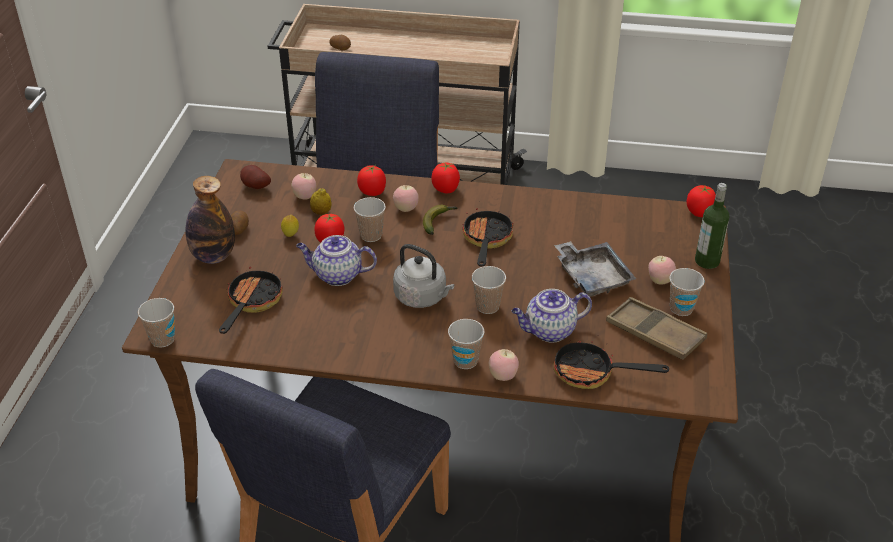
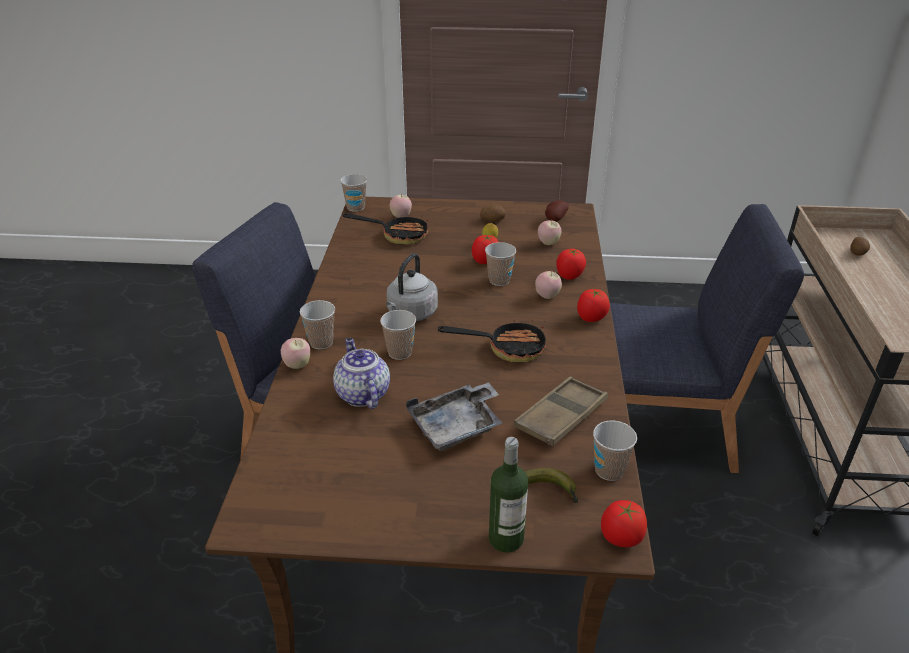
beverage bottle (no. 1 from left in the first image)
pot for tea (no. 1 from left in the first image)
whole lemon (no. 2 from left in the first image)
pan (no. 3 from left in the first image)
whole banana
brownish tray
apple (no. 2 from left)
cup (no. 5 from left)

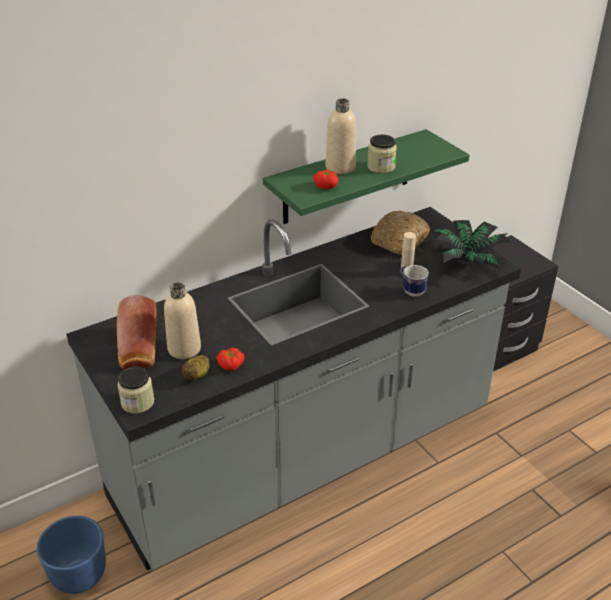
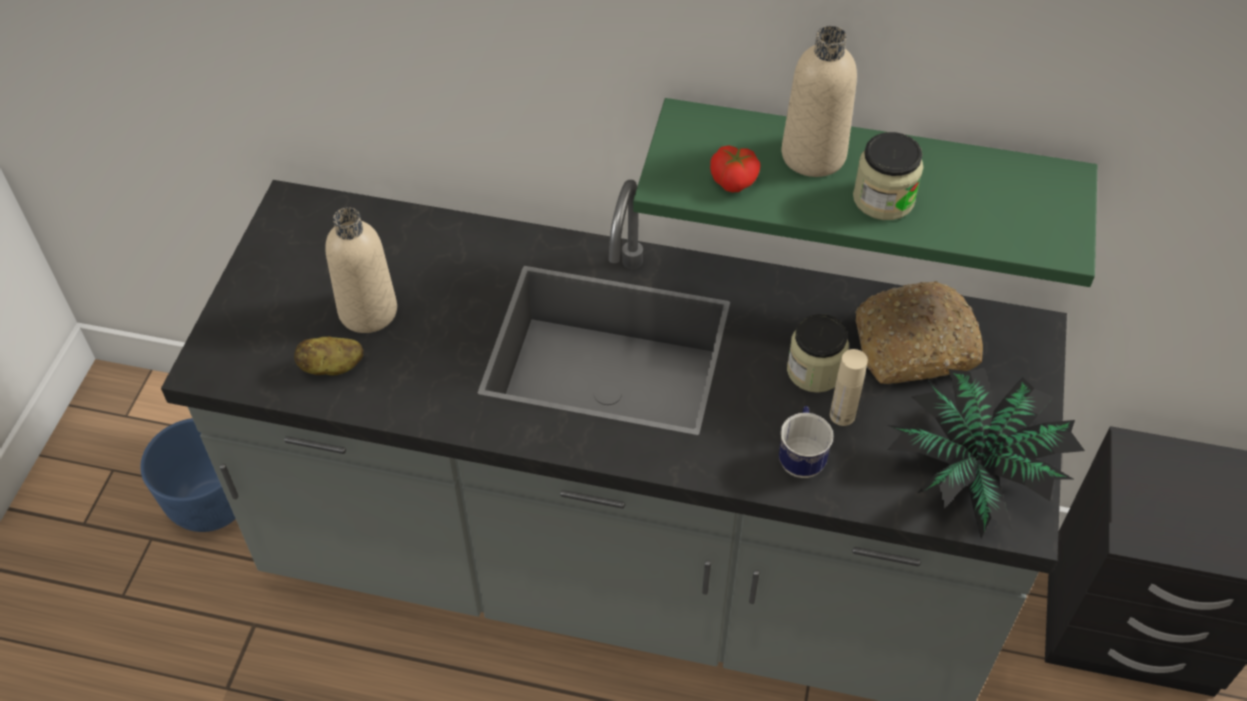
bread (no. 1 from left in the first image)
fresh tomato (no. 1 from left in the first image)
storage jar (no. 1 from left)

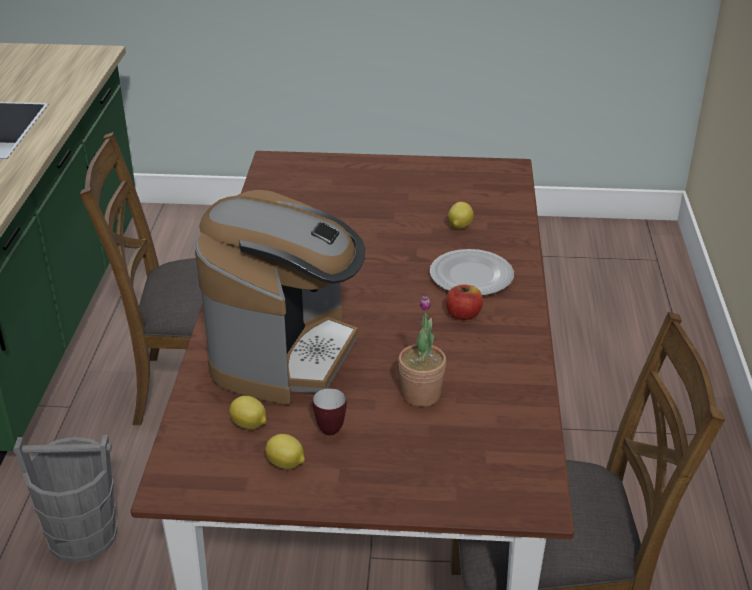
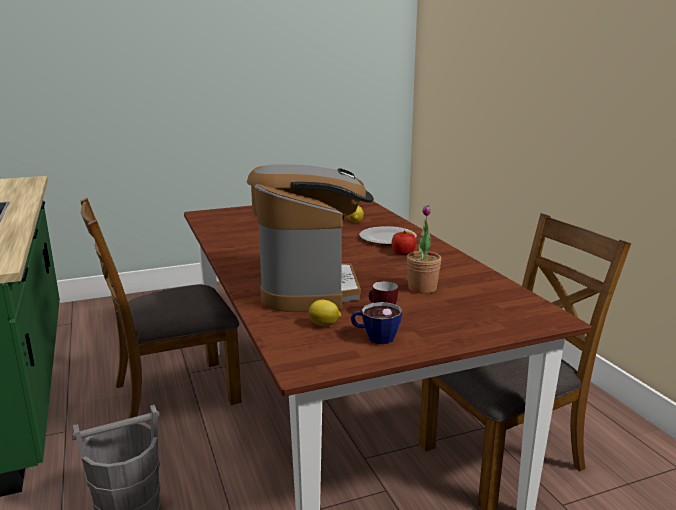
cup

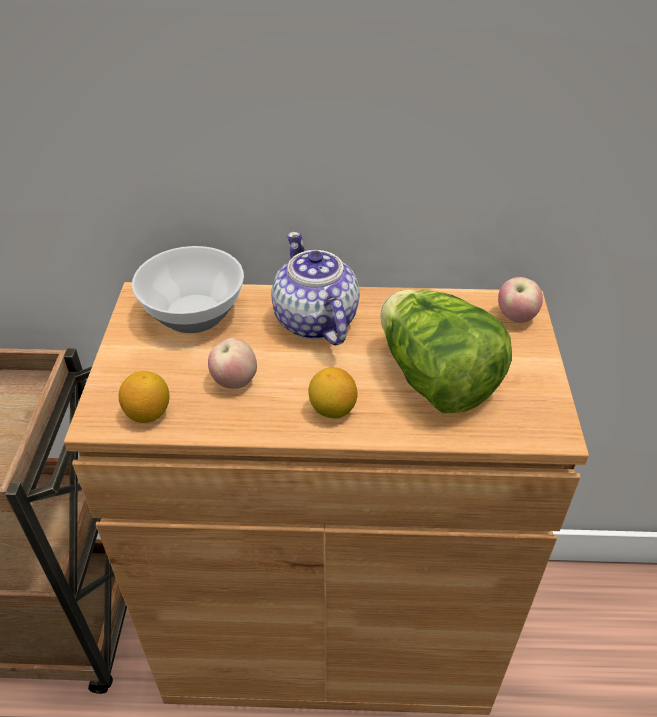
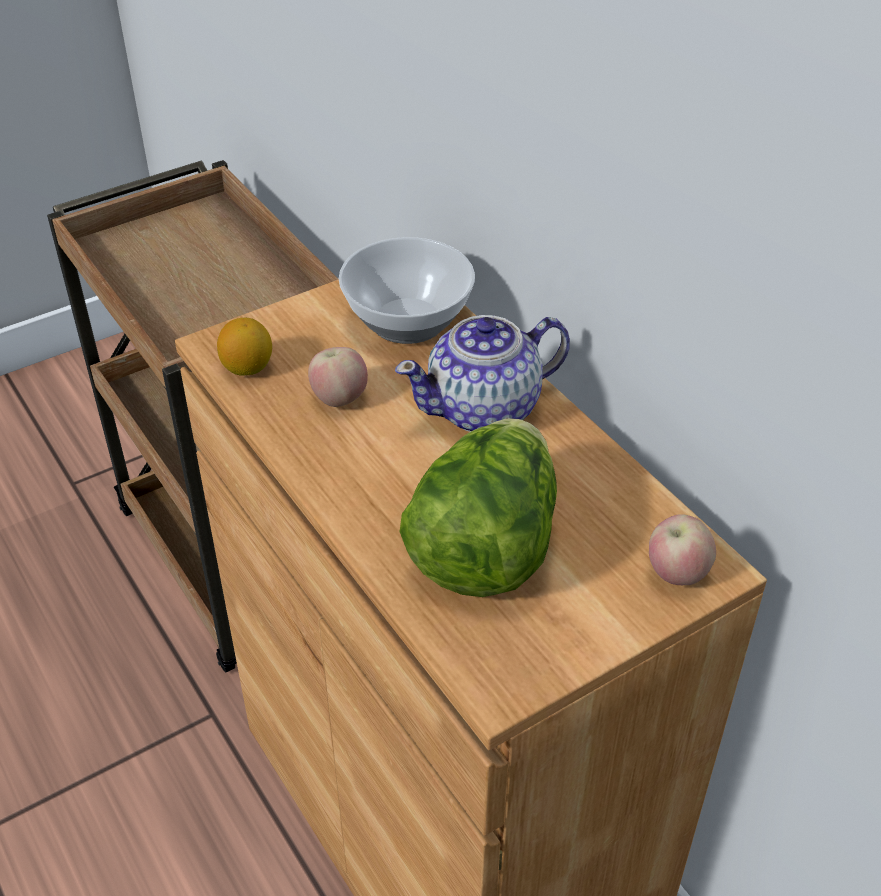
whole lemon (no. 2 from left in the first image)
pot for tea

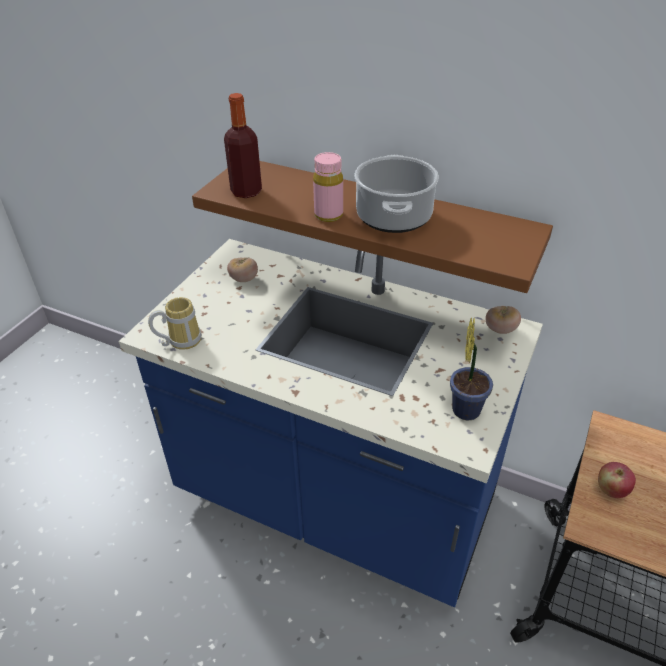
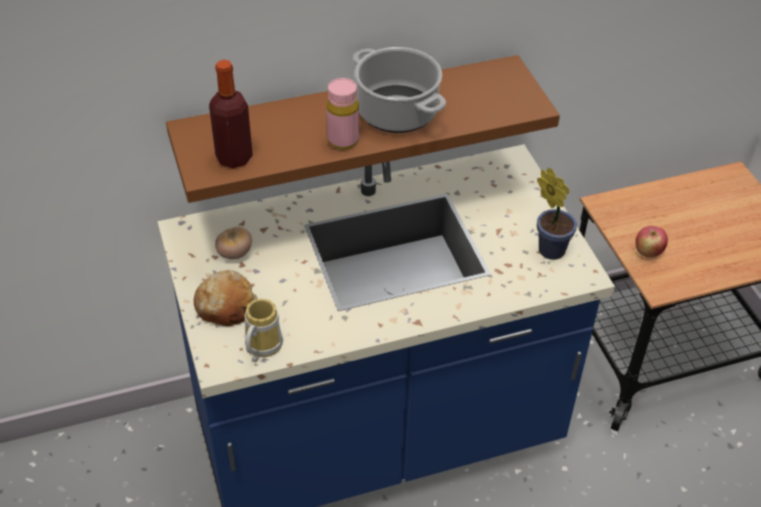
fresh tomato (no. 2 from left in the first image)
bread

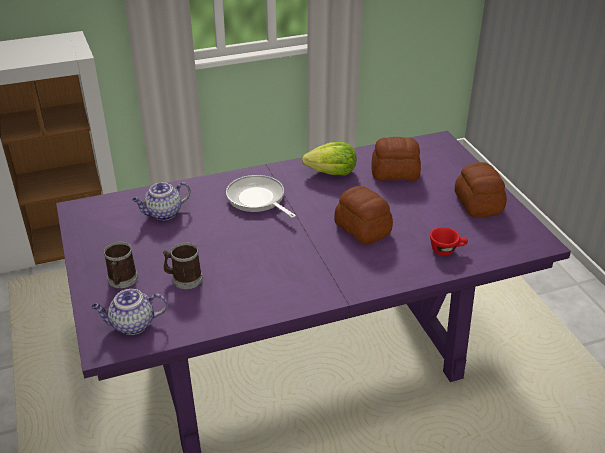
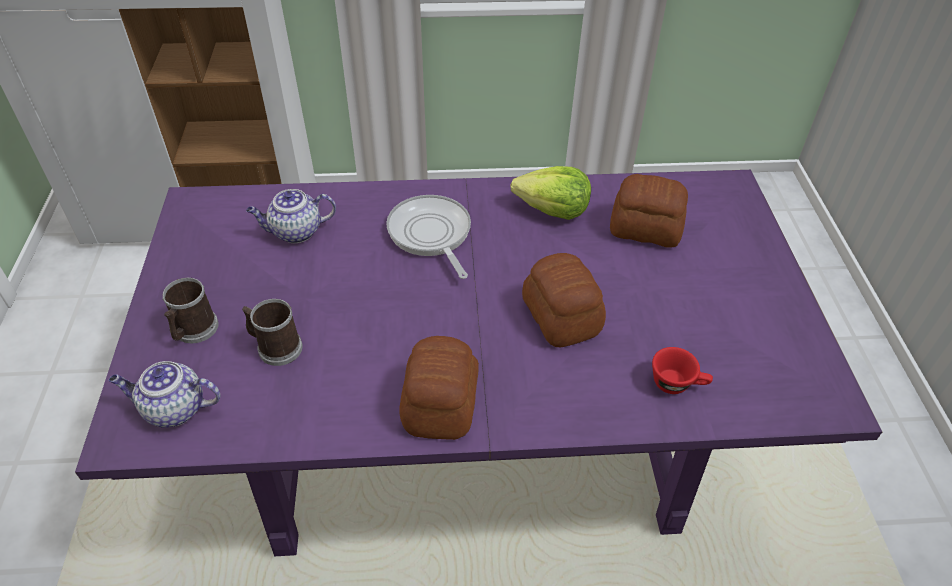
bread (no. 1 from left)

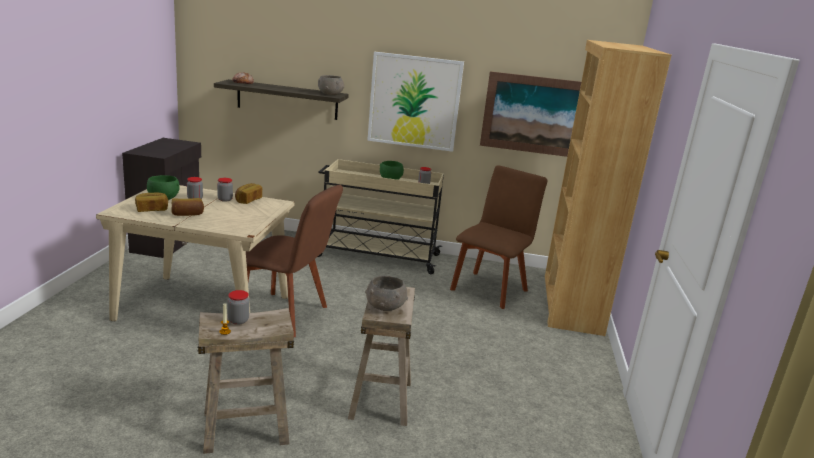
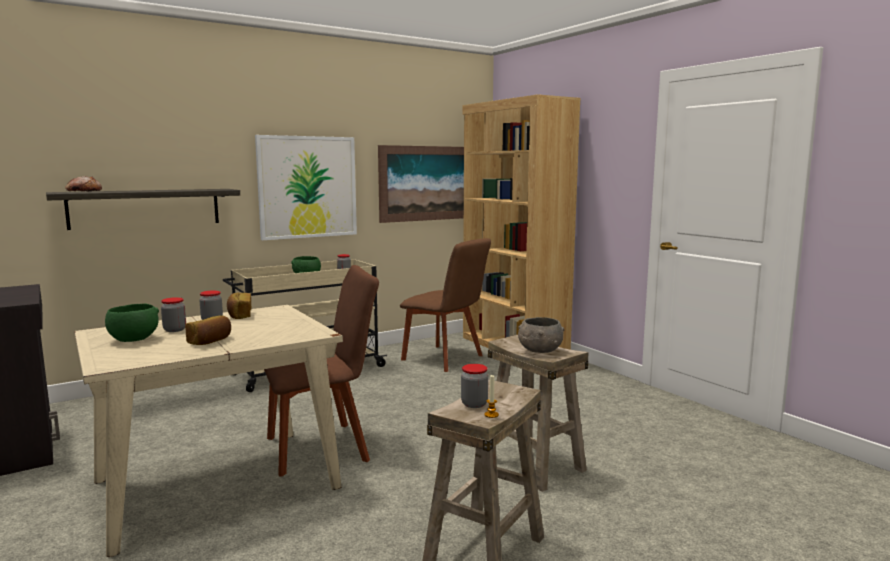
bread (no. 1 from left in the first image)
grey bowl (no. 1 from left in the first image)
brownish upright chair (no. 2 from left)

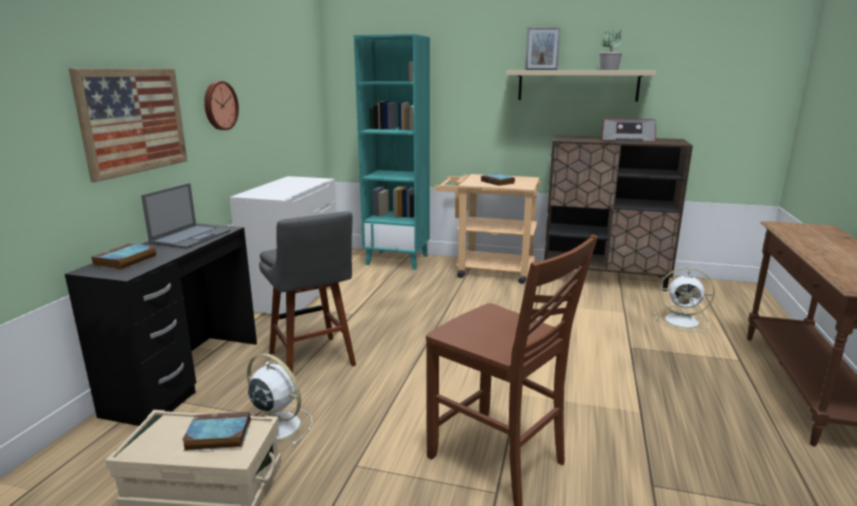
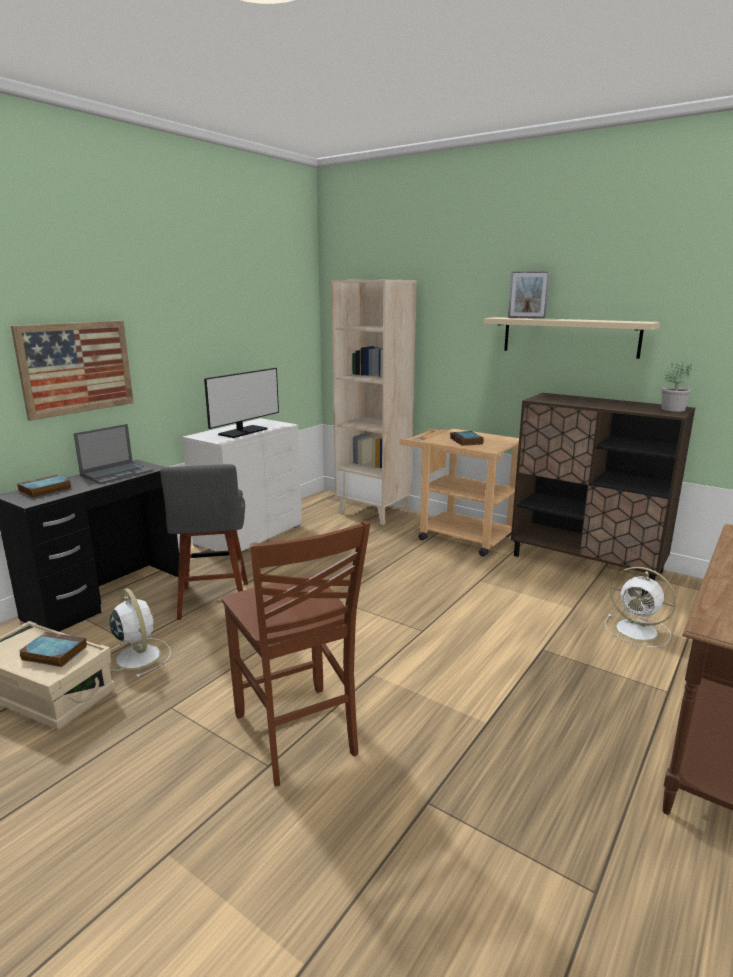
hanging clock
radio receiver
computer screen
potted plant
beige bookcase

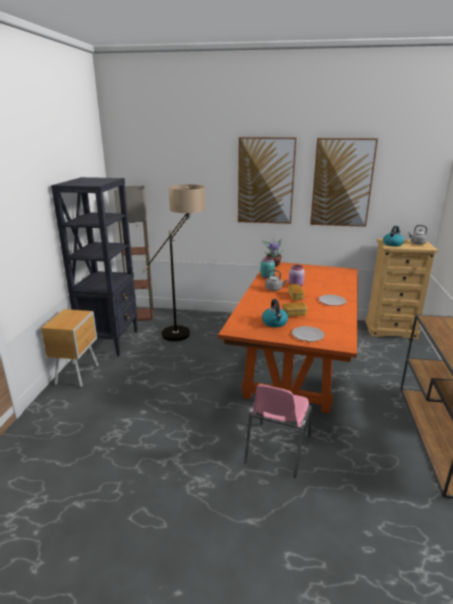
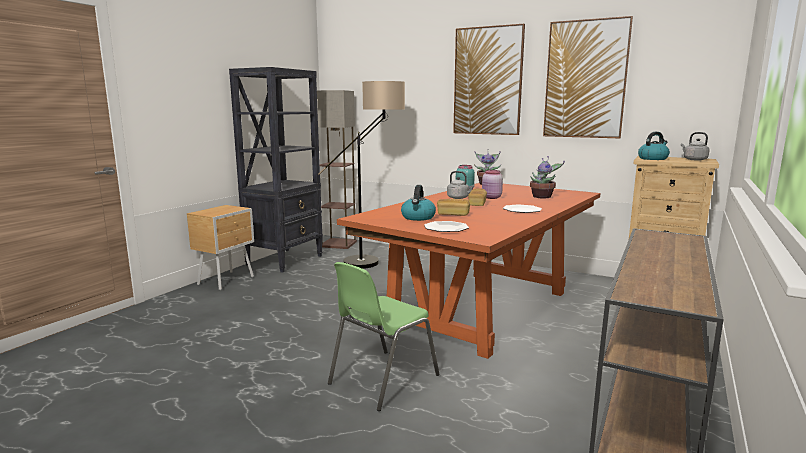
potted plant (no. 2 from left)
green-coloured upright chair

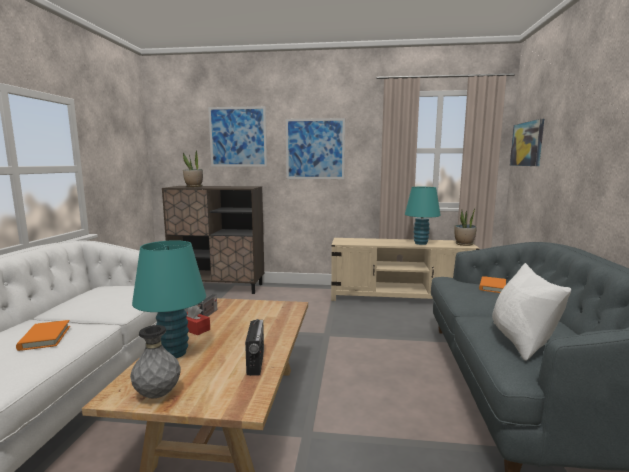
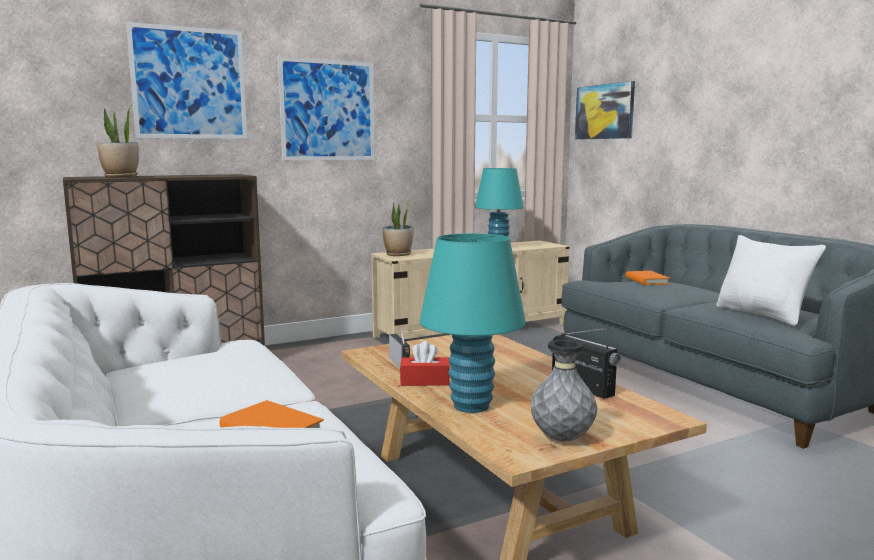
potted plant (no. 2 from left)

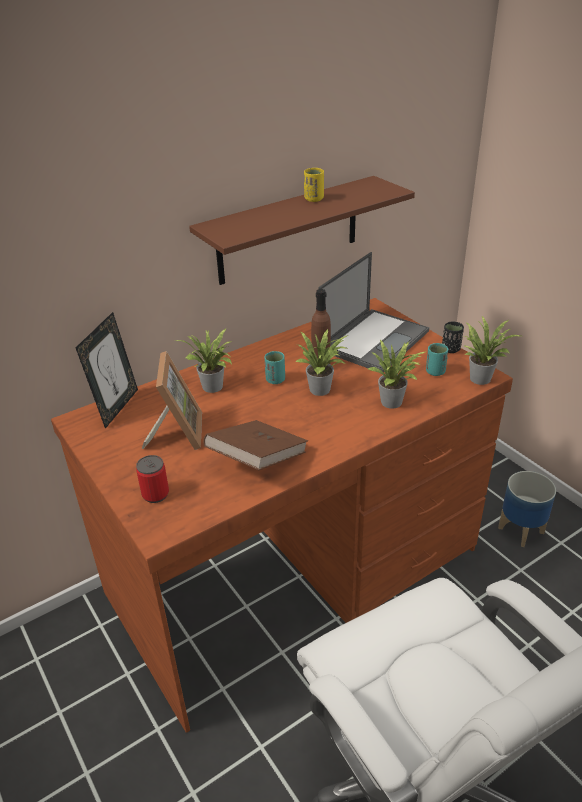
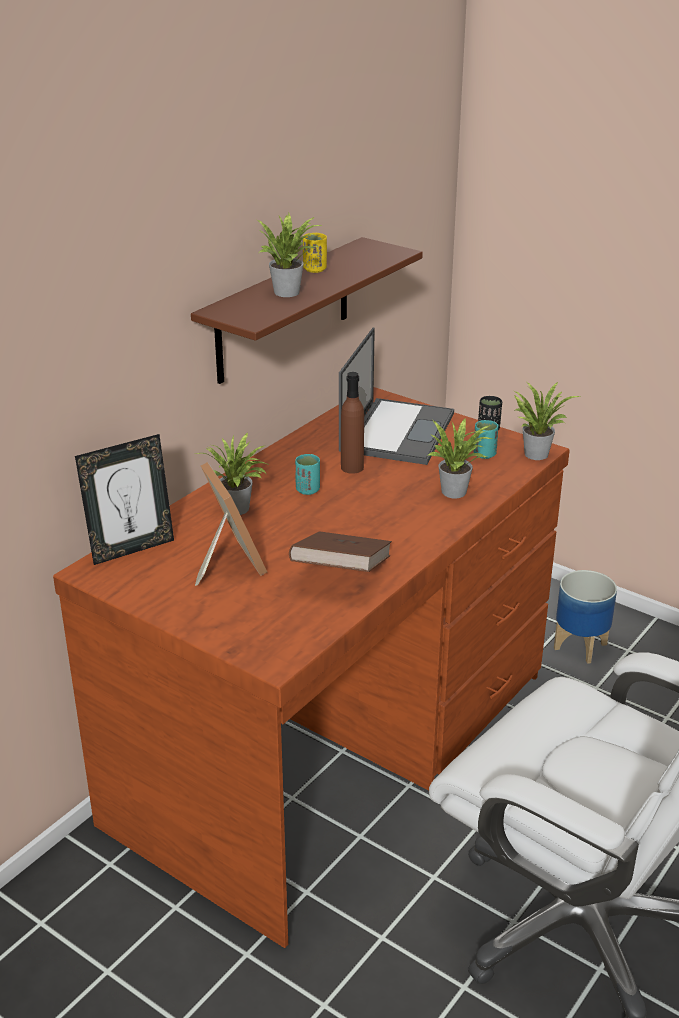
can
potted plant (no. 2 from left)
standing frame (no. 1 from left)

